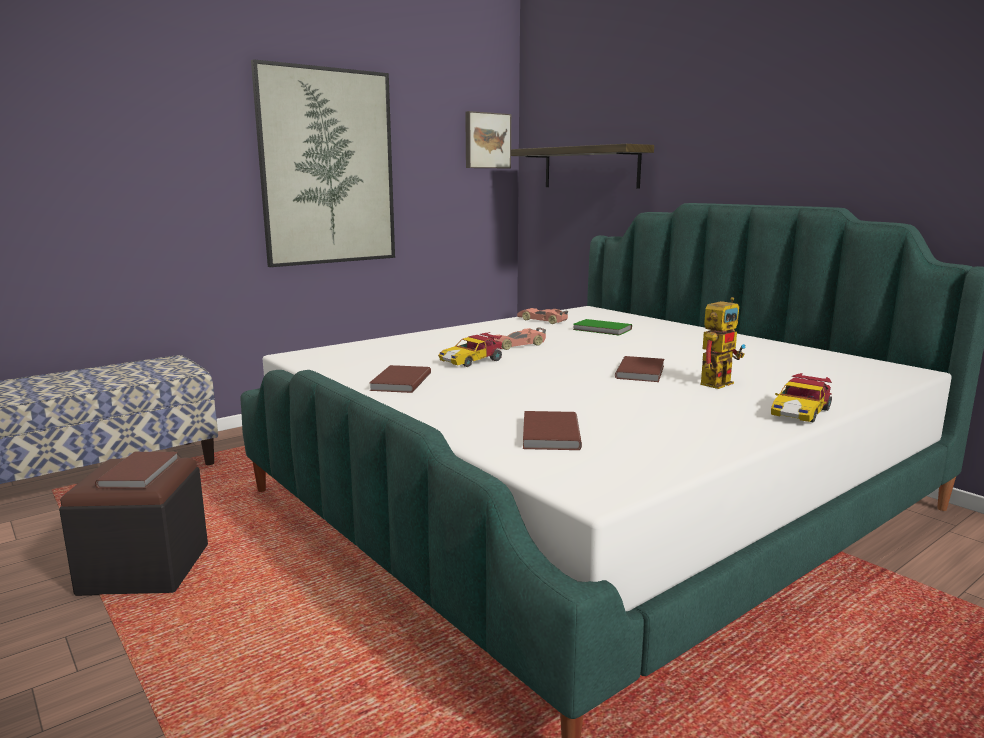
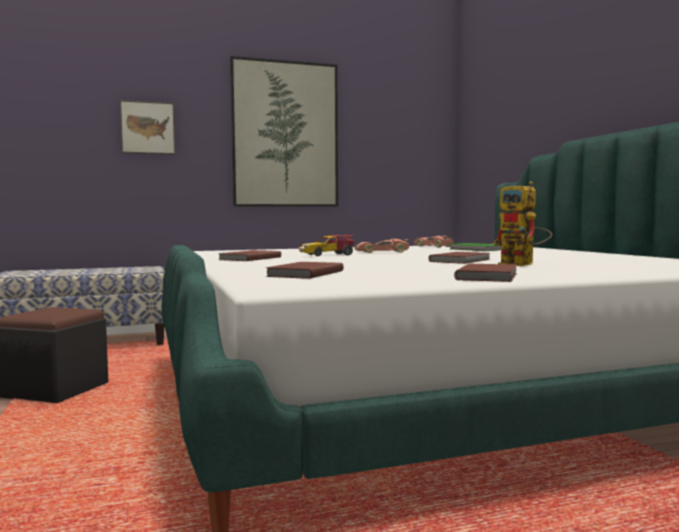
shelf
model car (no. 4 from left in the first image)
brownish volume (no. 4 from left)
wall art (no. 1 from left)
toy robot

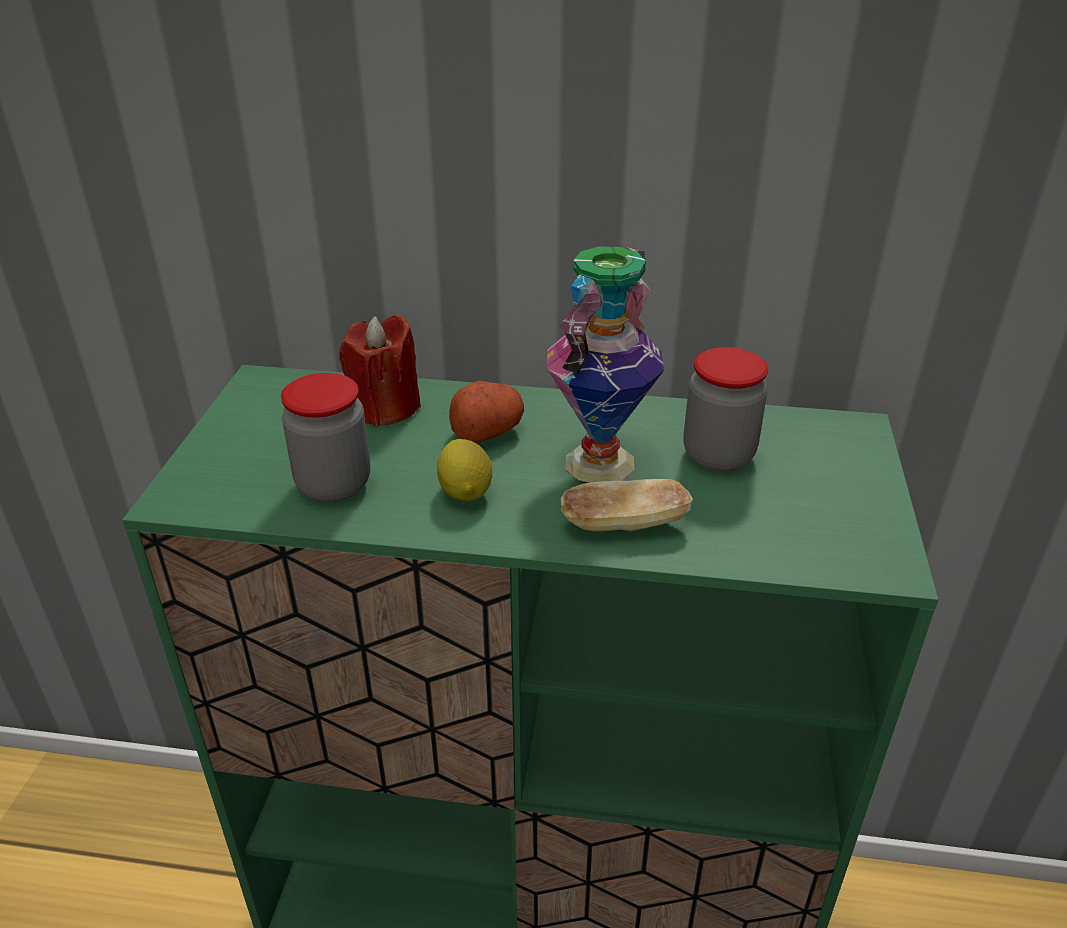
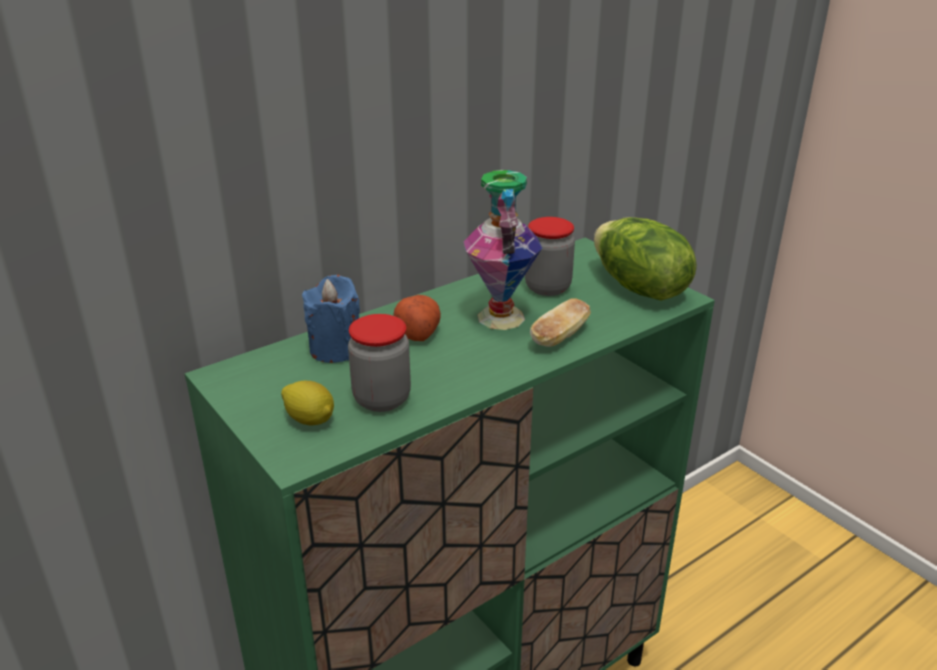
lettuce head
whole lemon
blue-coloured wax candle

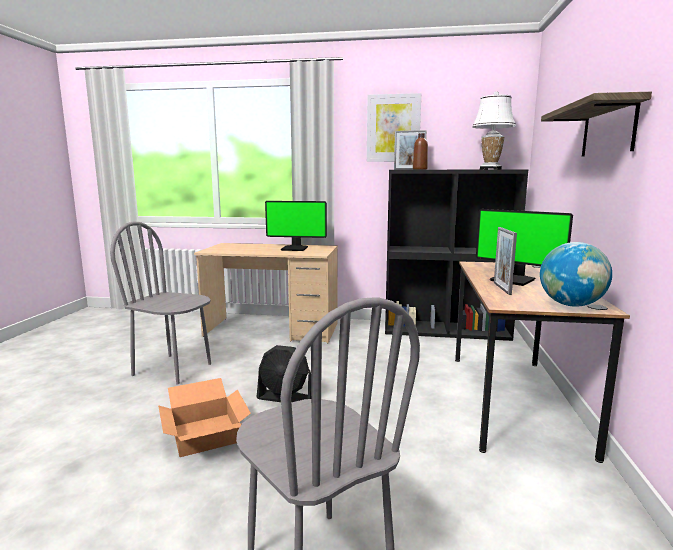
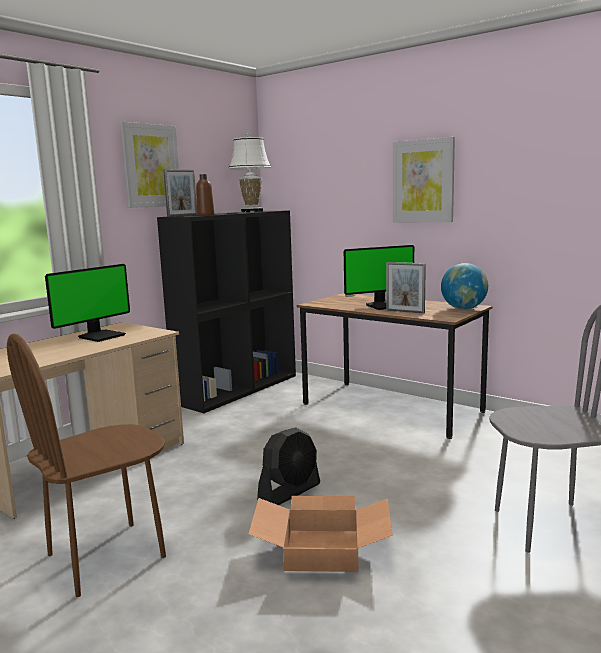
wall art (no. 2 from left)
brownish upright chair

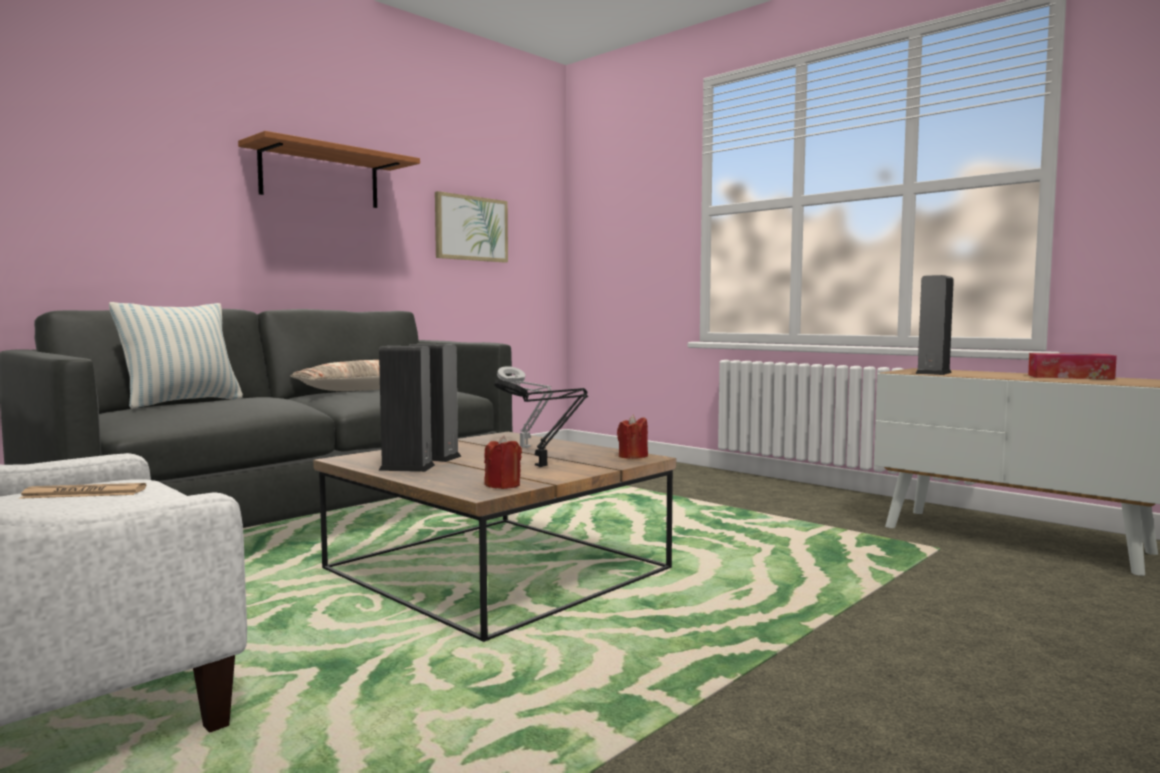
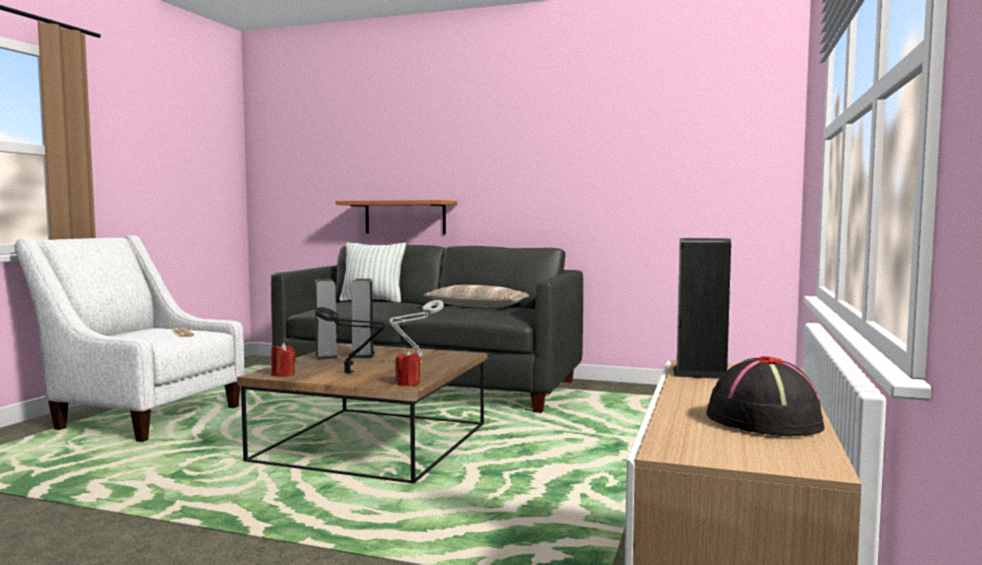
wall art
shelf
black hat

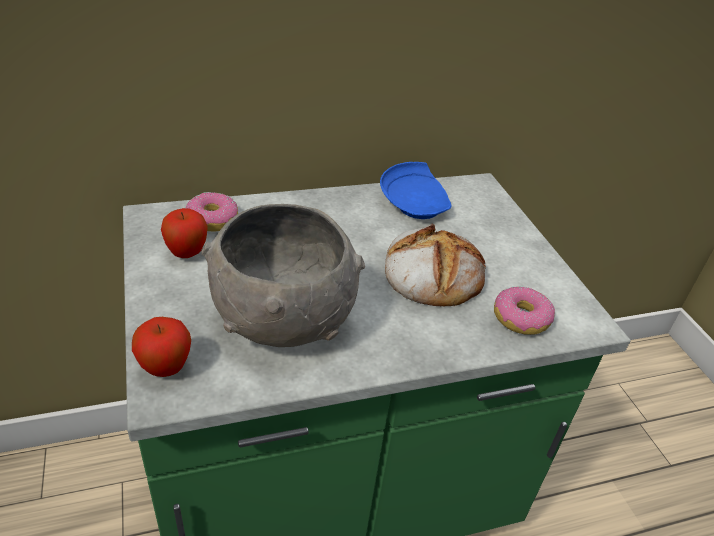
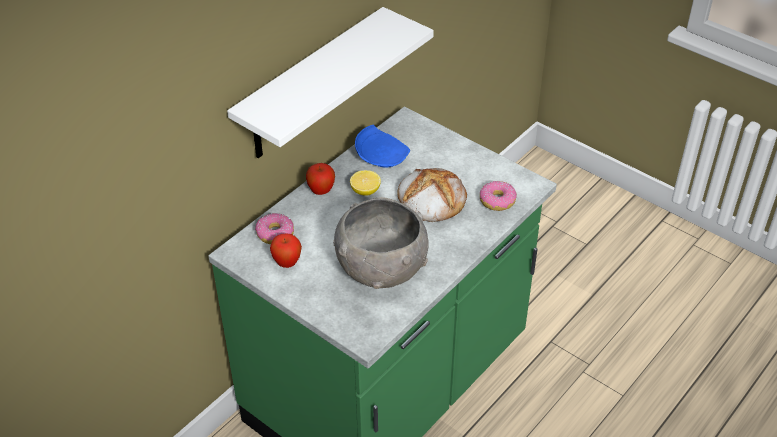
white-coloured shelf
whole lemon
apple (no. 2 from left)

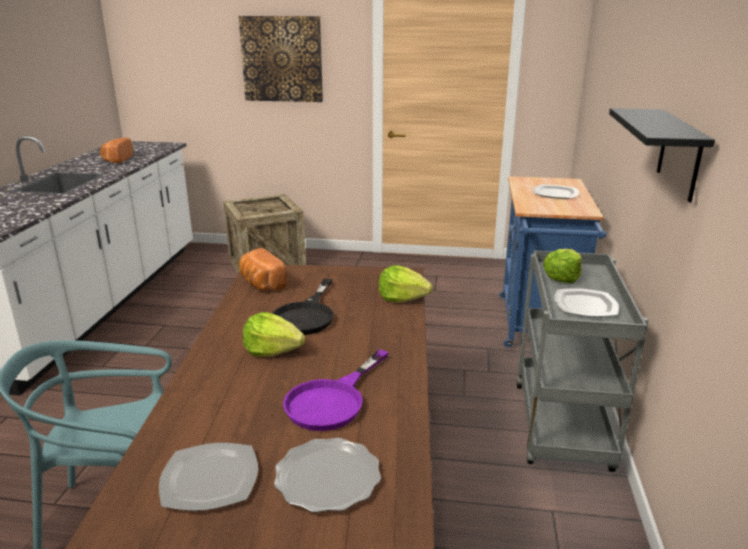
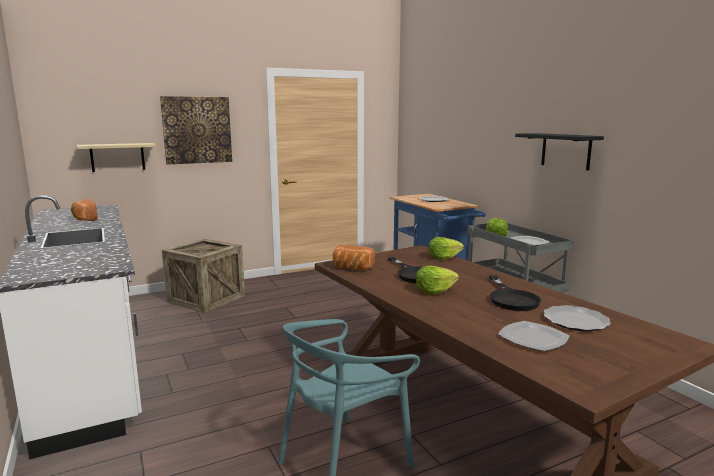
beige shelf
black pan (no. 2 from left)

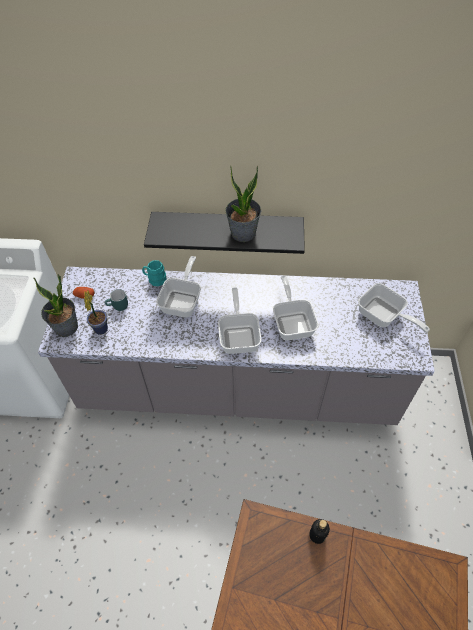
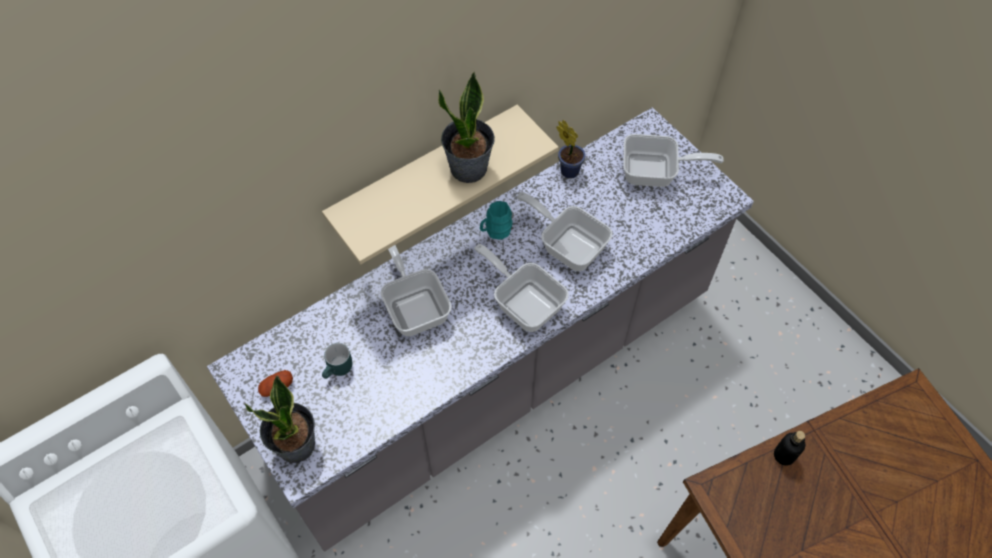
potted plant (no. 3 from left)
turquoise-coloured mug (no. 2 from left)
beige shelf

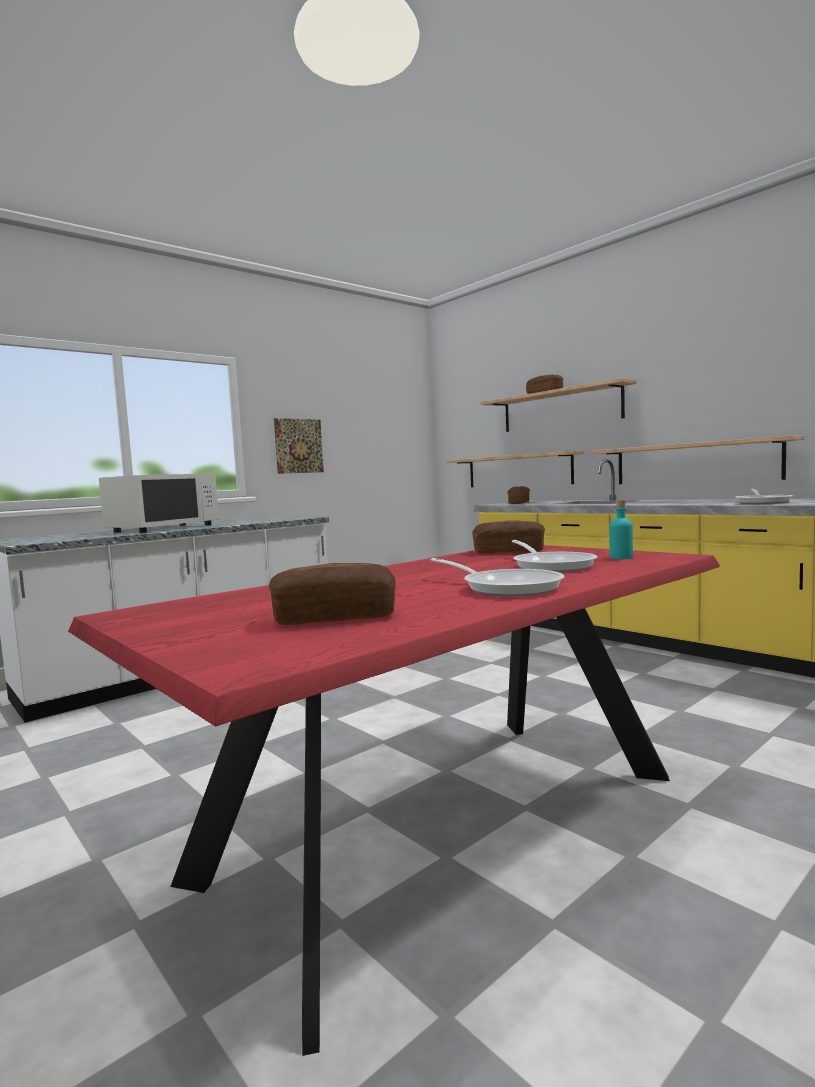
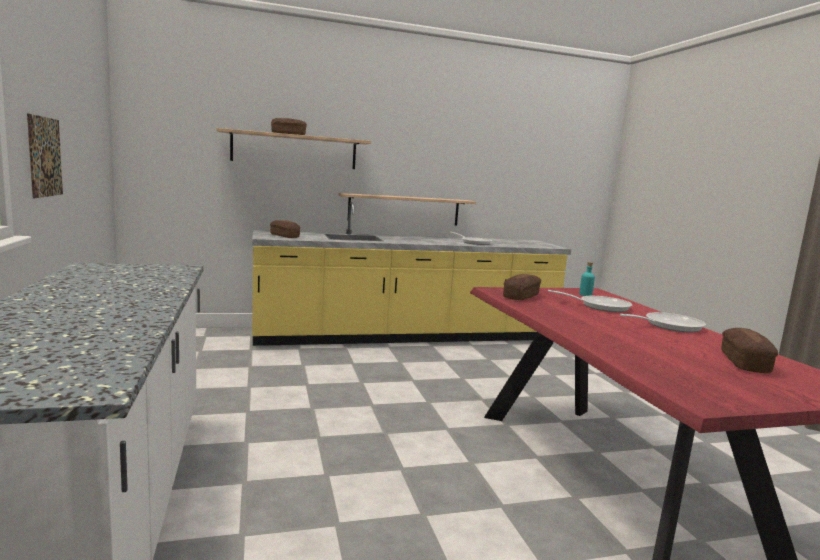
white-coloured microwave
shelf (no. 1 from left in the first image)

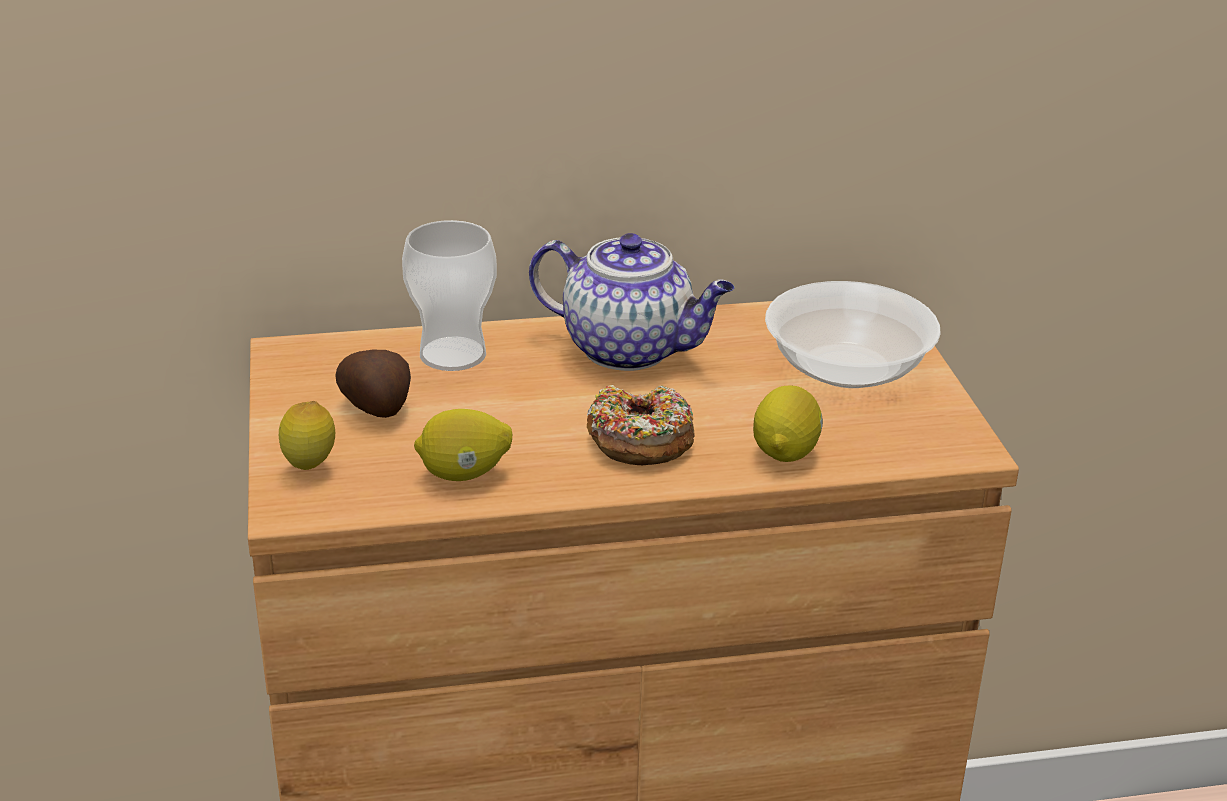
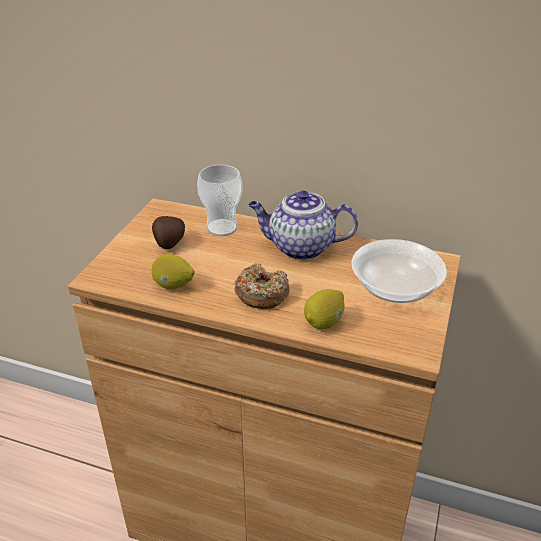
whole lemon (no. 1 from left in the first image)
pot for tea

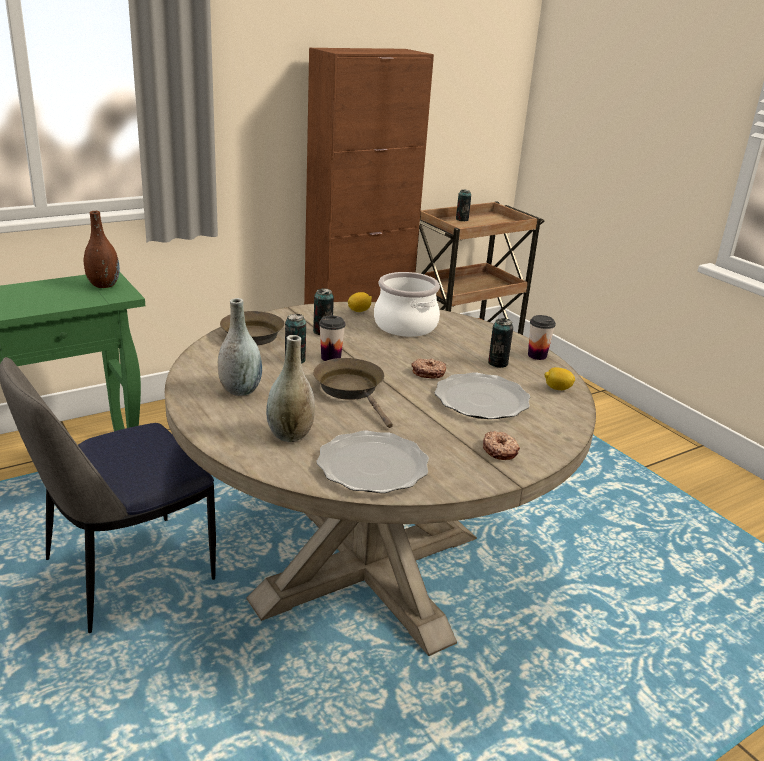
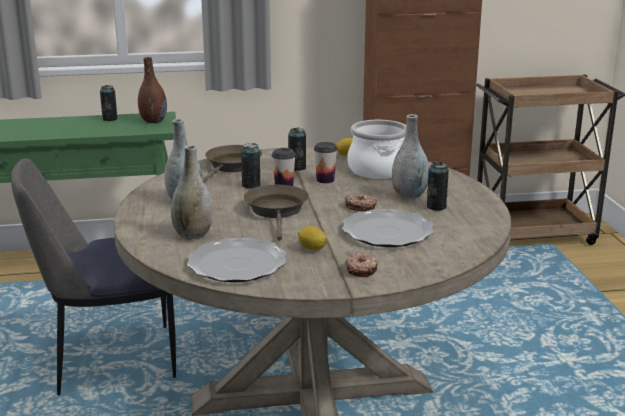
grey vase (no. 3 from left)
can (no. 1 from left)
cup (no. 2 from left)
whole lemon (no. 1 from left)

